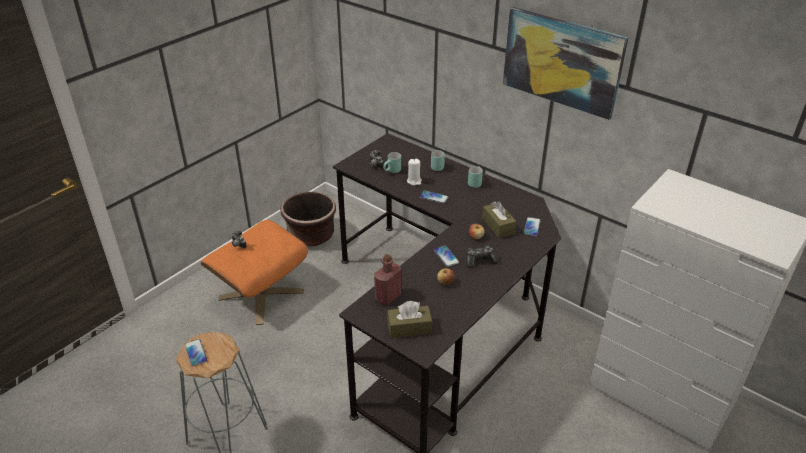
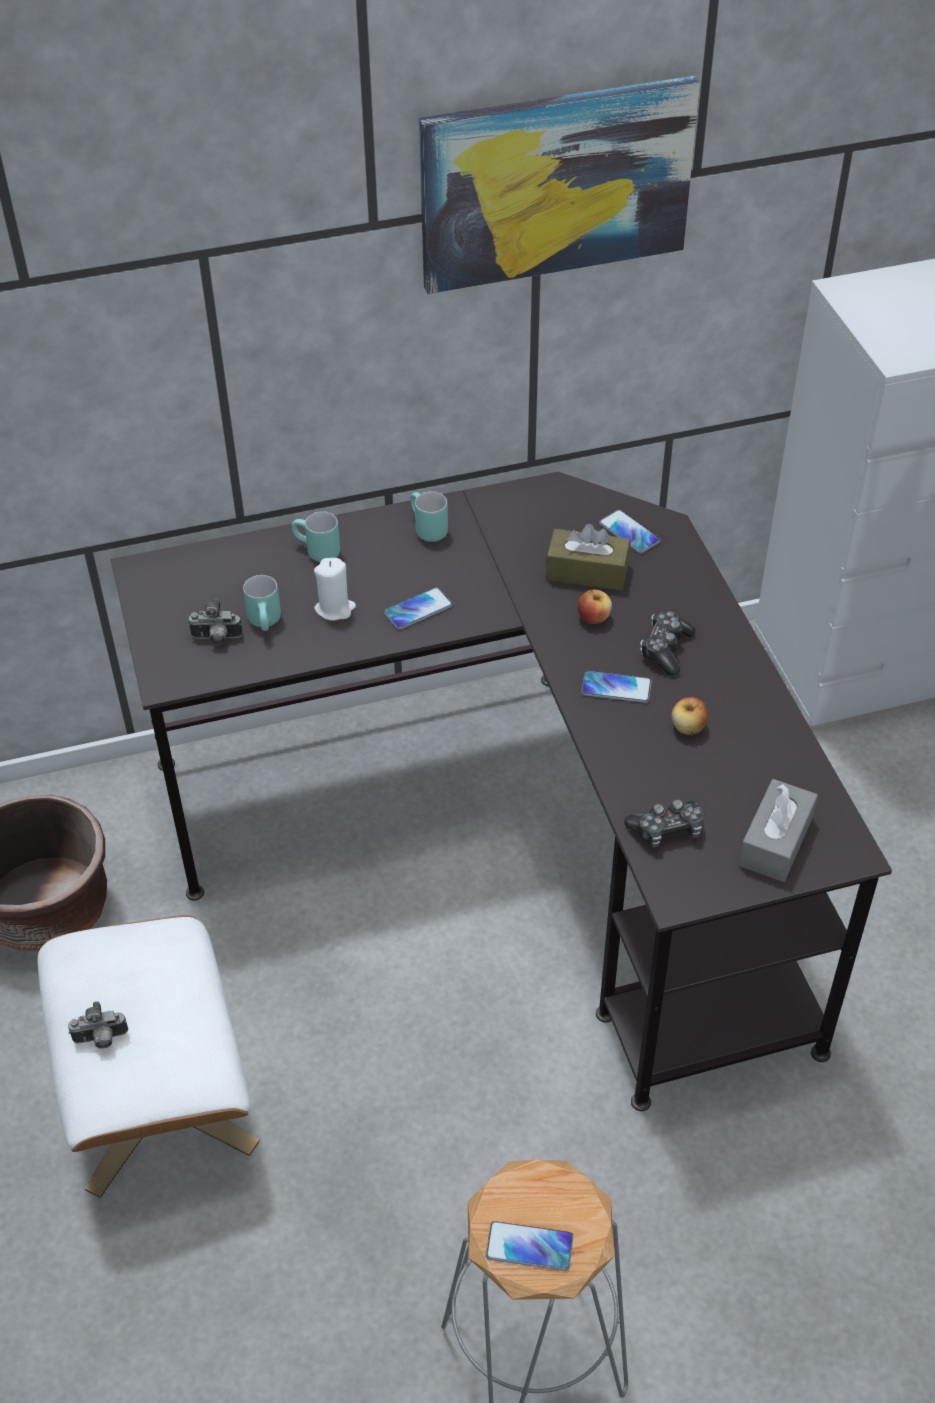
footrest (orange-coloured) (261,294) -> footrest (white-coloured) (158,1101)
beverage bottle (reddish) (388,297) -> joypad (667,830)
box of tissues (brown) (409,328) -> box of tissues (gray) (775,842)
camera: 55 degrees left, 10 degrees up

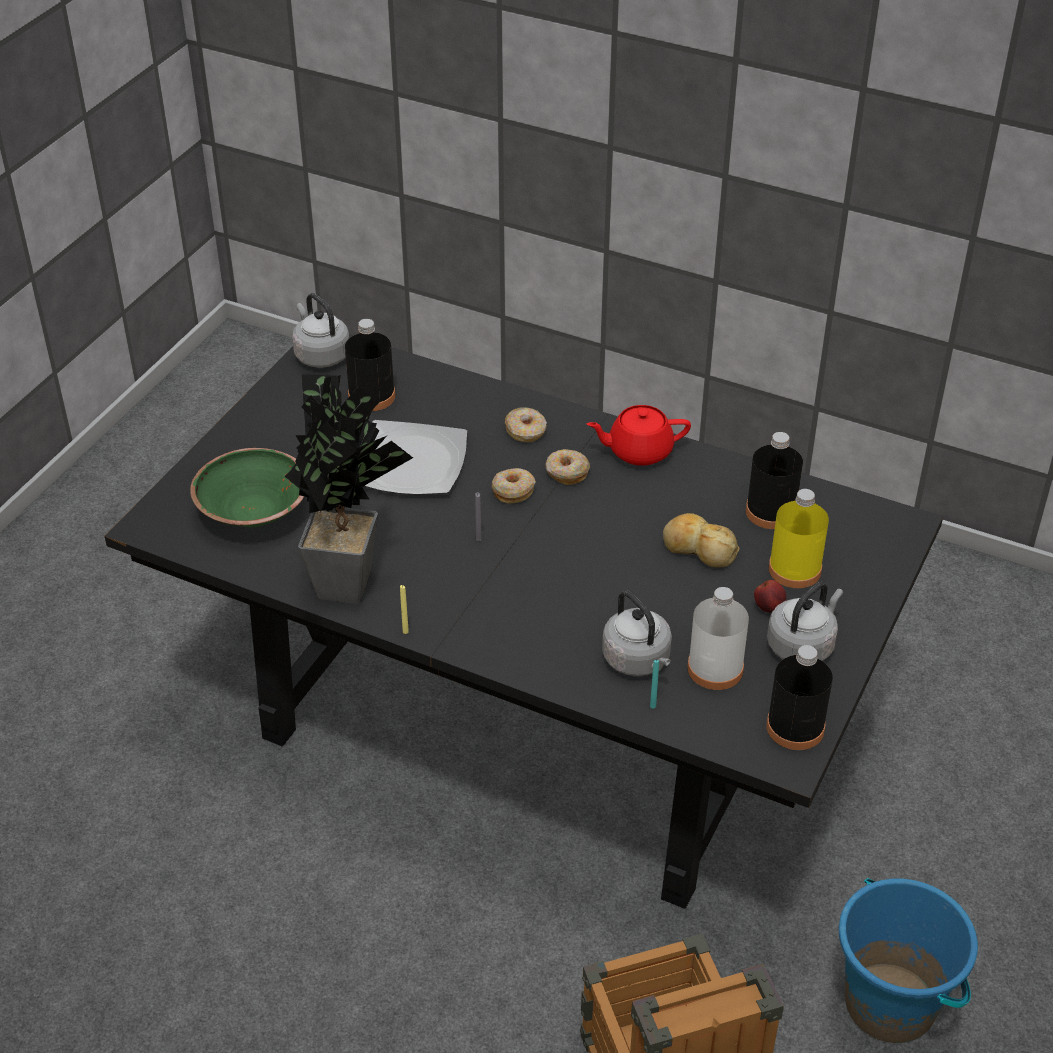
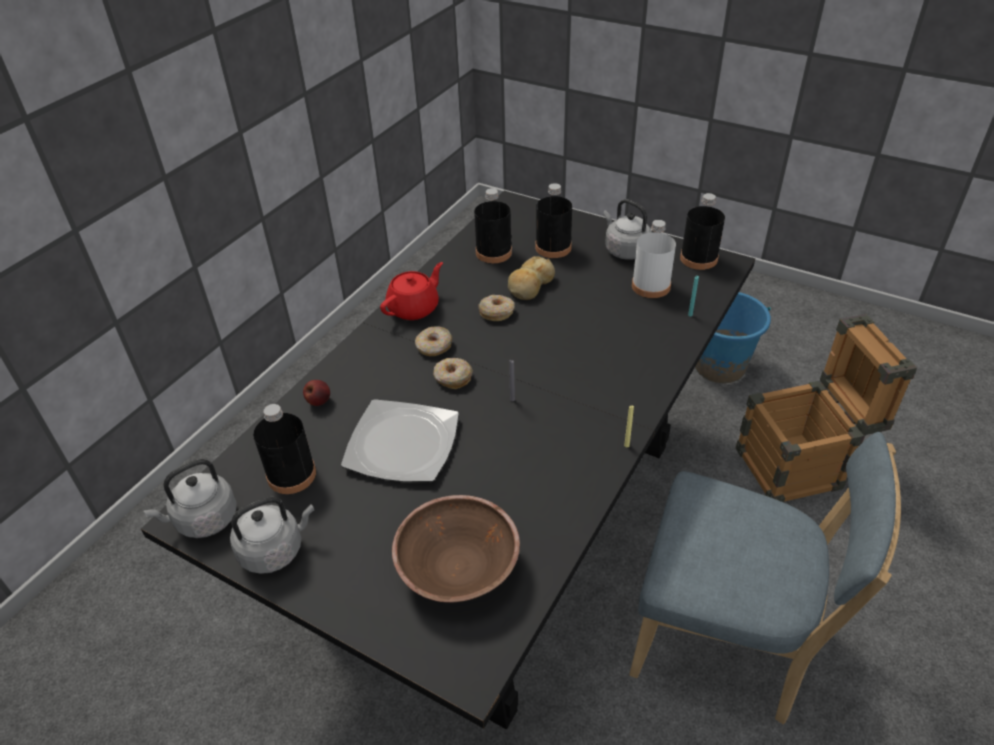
deep dish (green) (253,512) -> deep dish (brown) (458,567)
potted plant (351,578) -> none
ring doughnut (526,431) -> ring doughnut (496,312), moved
teapot (reddish) (638,451) -> teapot (reddish) (414,308), 135 degrees counterclockwise
water kettle (gray) (638,661) -> water kettle (gray) (275,550), moved
apple fruit (769,607) -> apple fruit (318,401), moved
beverage bottle (yellow) (794,569) -> beverage bottle (black) (553,247)
none -> upright chair (blue) (728,641)
camera: 85 degrees left, 0 degrees up

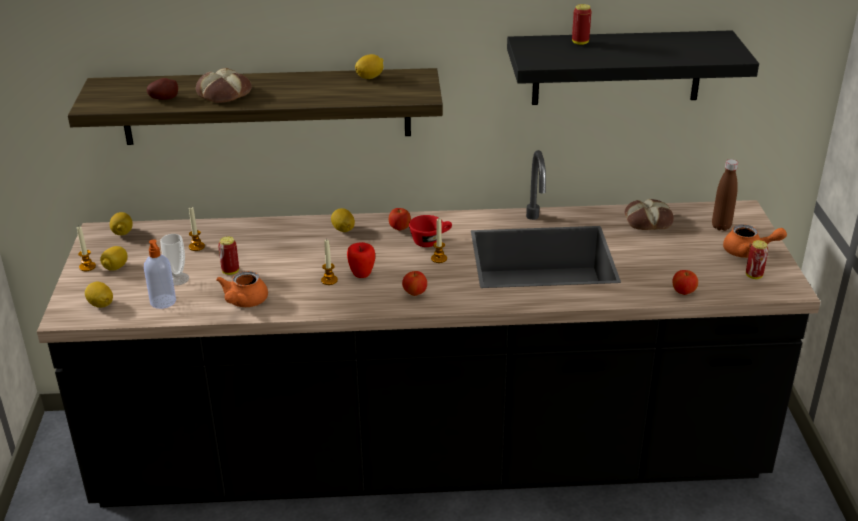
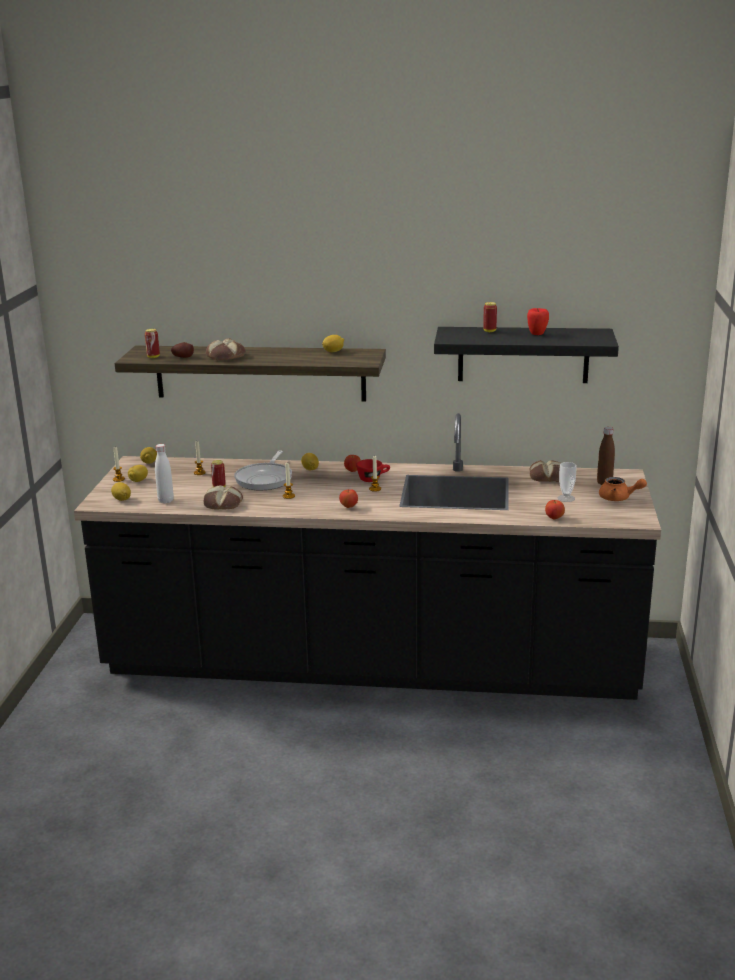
liquid soap bottle (163,302) -> beverage bottle (white-coloured) (165,501)
drinking cup (177,279) -> drinking cup (566,498), moved
teapot (orange-coloured) (244,302) -> baked bread (222,504)
apple fruit (362,274) -> apple fruit (537,334), moved
metal can (753,276) -> metal can (153,357), moved
none -> pan (265,479)
camera: 10 degrees right, 10 degrees down

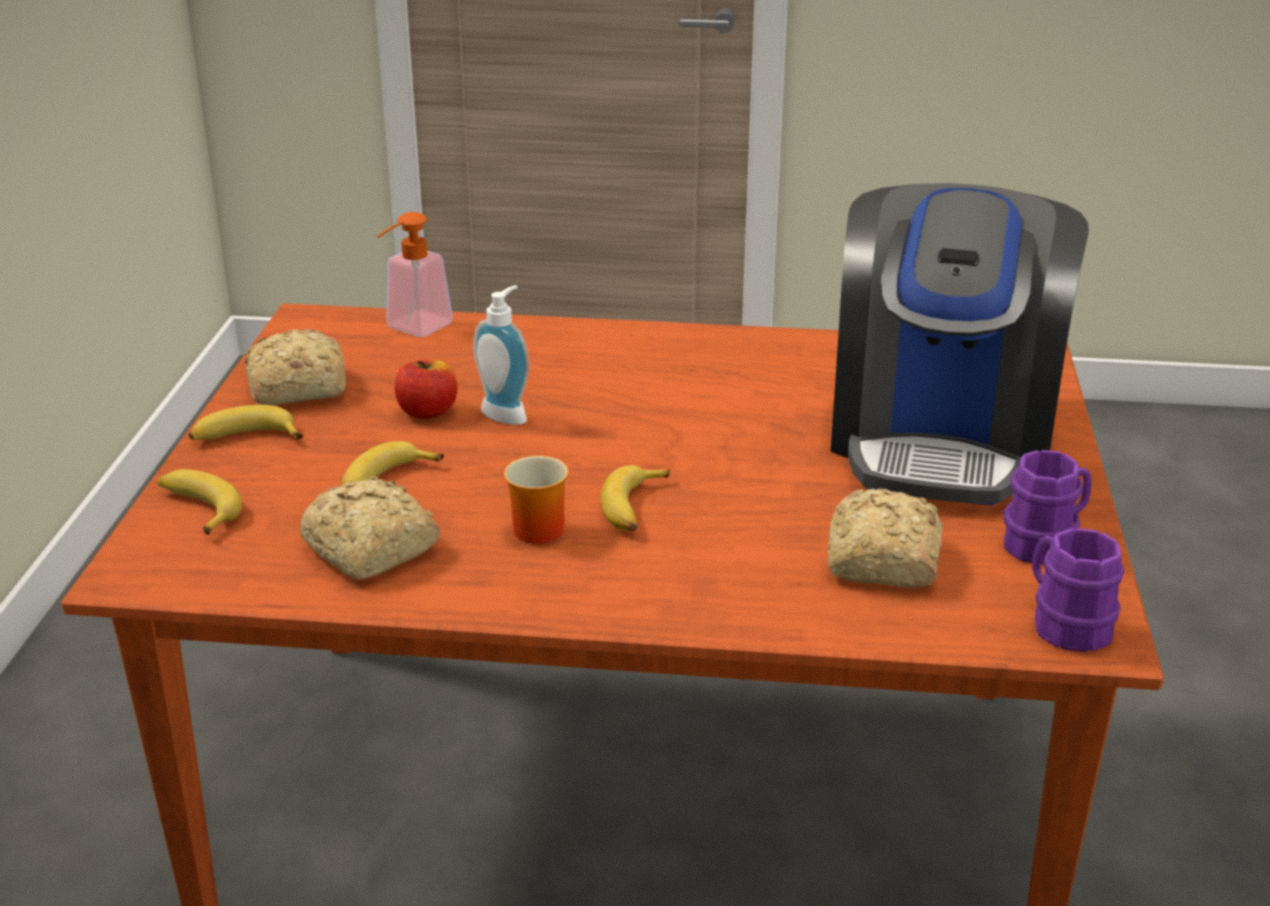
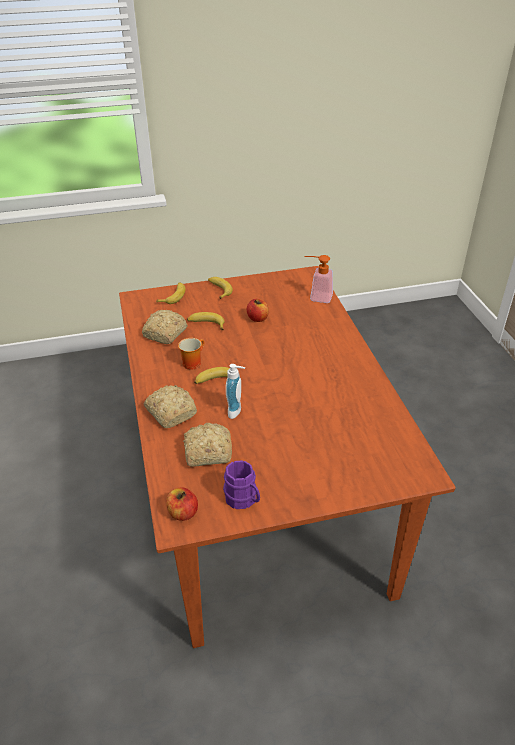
baked bread (294,388) -> baked bread (171,412), moved
liquid soap bottle (508,413) -> liquid soap bottle (237,411), moved
coffee maker (942,437) -> none
coffee mug (purple-coloured) (1064,623) -> apple fruit (183,513)
camera: 70 degrees right, 10 degrees up

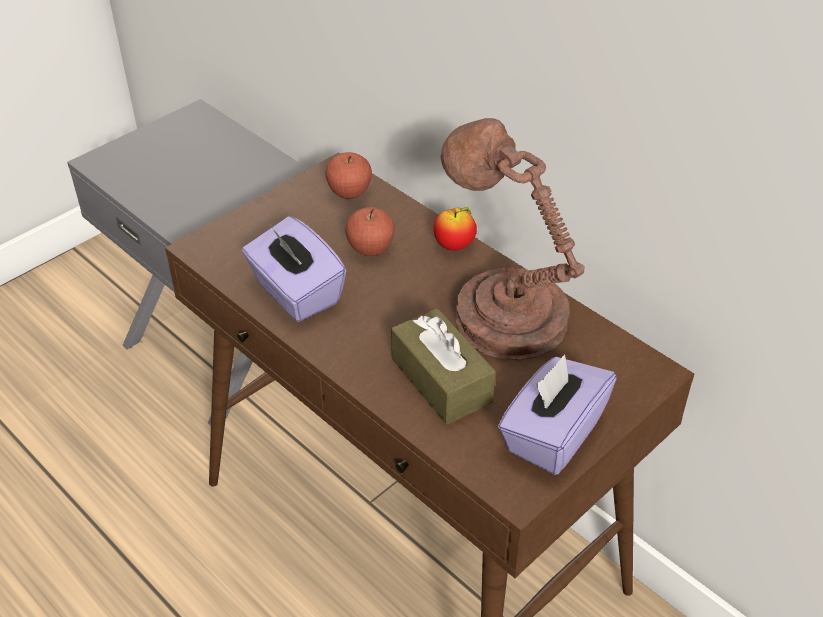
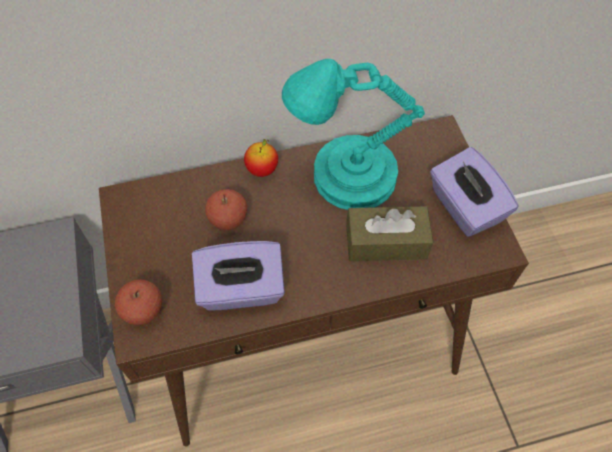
apple fruit (349,192) -> apple fruit (144,311), moved
table lamp (brown) (503,314) -> table lamp (turquoise-coloured) (347,178)
camera: 60 degrees left, 15 degrees up

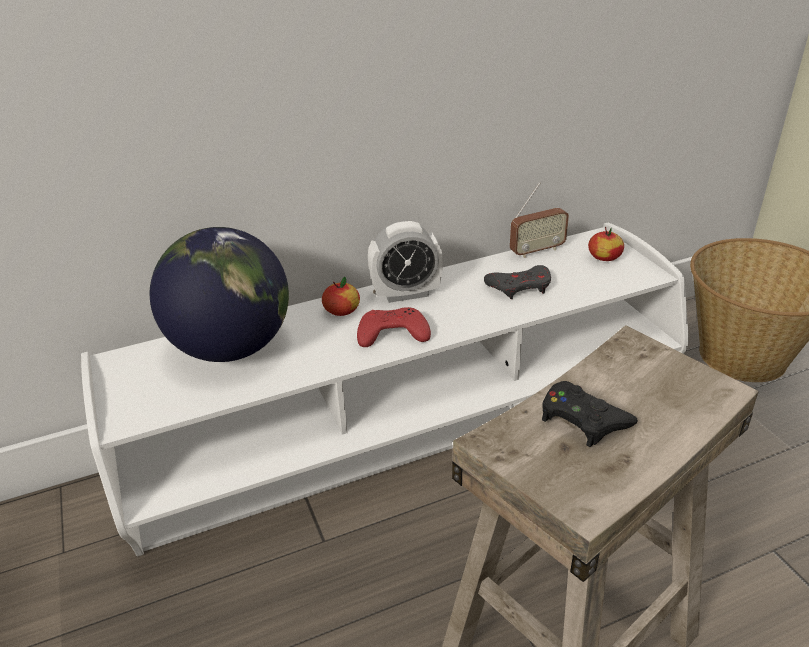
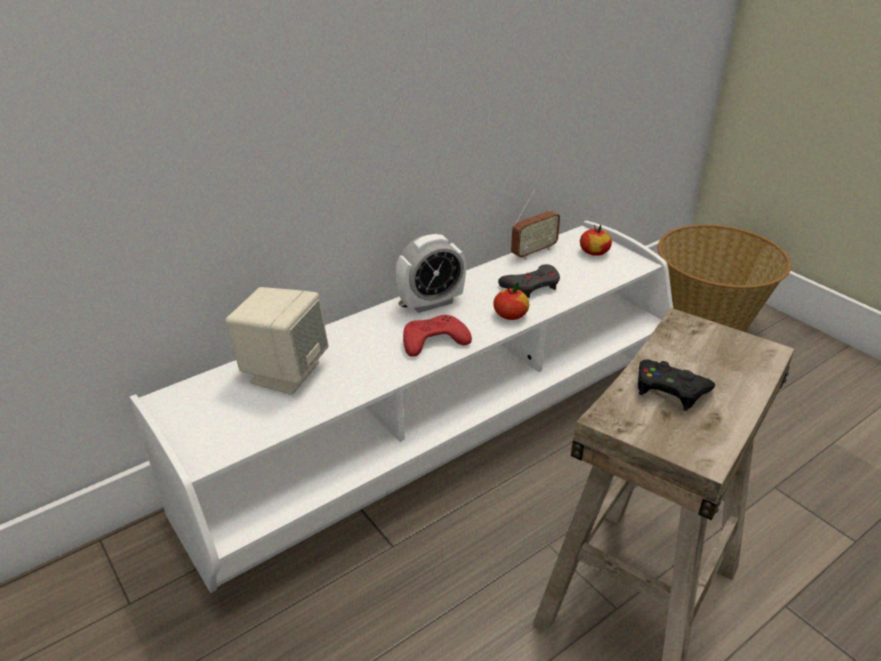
globe (232,347) -> loudspeaker (beige) (284,372)
apple fruit (342,310) -> apple fruit (510,315), moved
camera: 15 degrees left, 0 degrees up

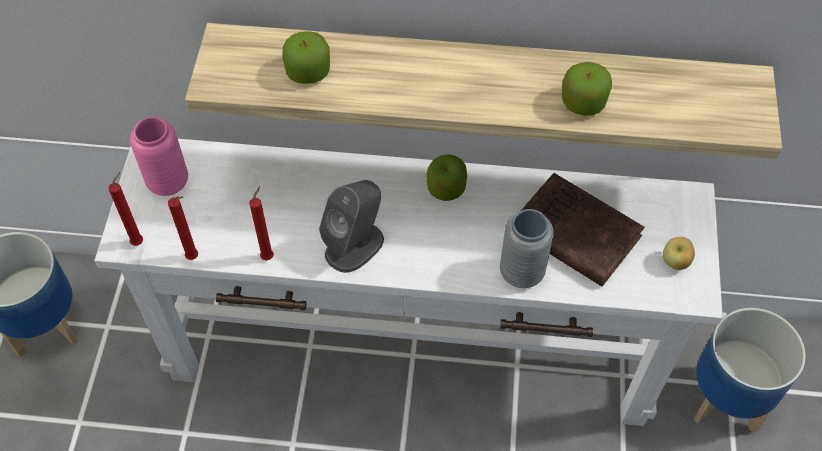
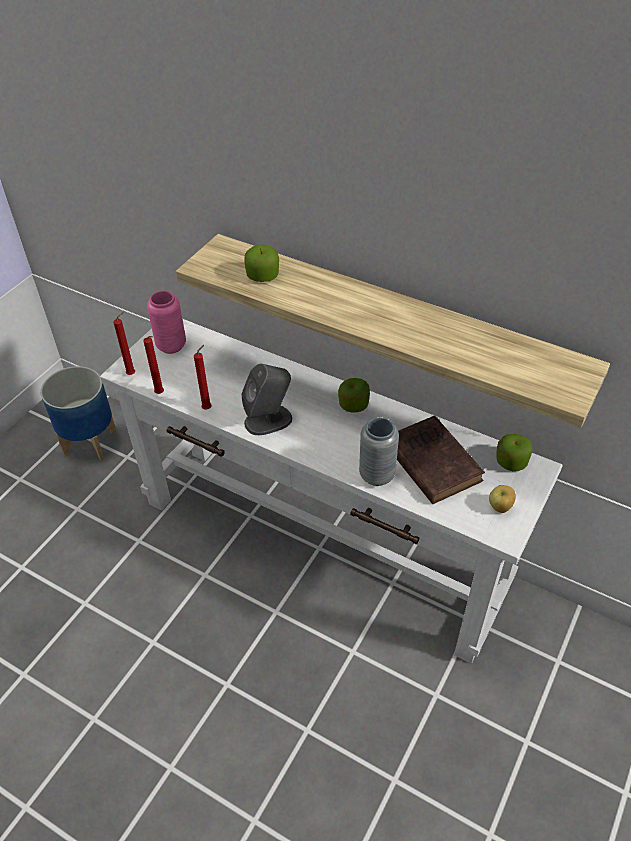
apple fruit (583,102) -> apple fruit (511,462), moved
planter (724,399) -> none
camera: 25 degrees right, 10 degrees down

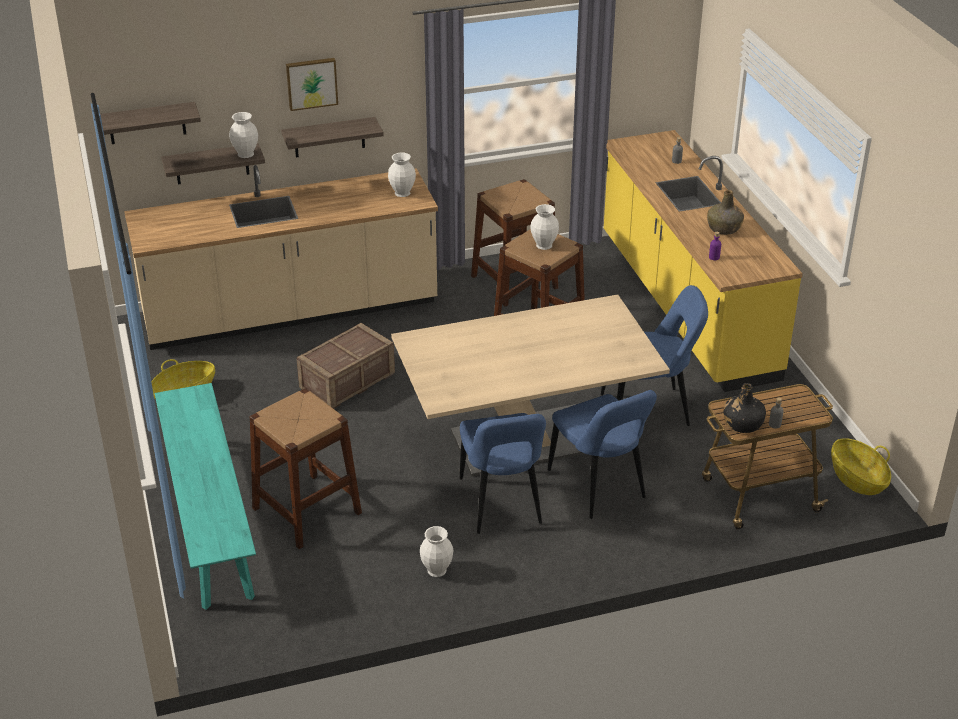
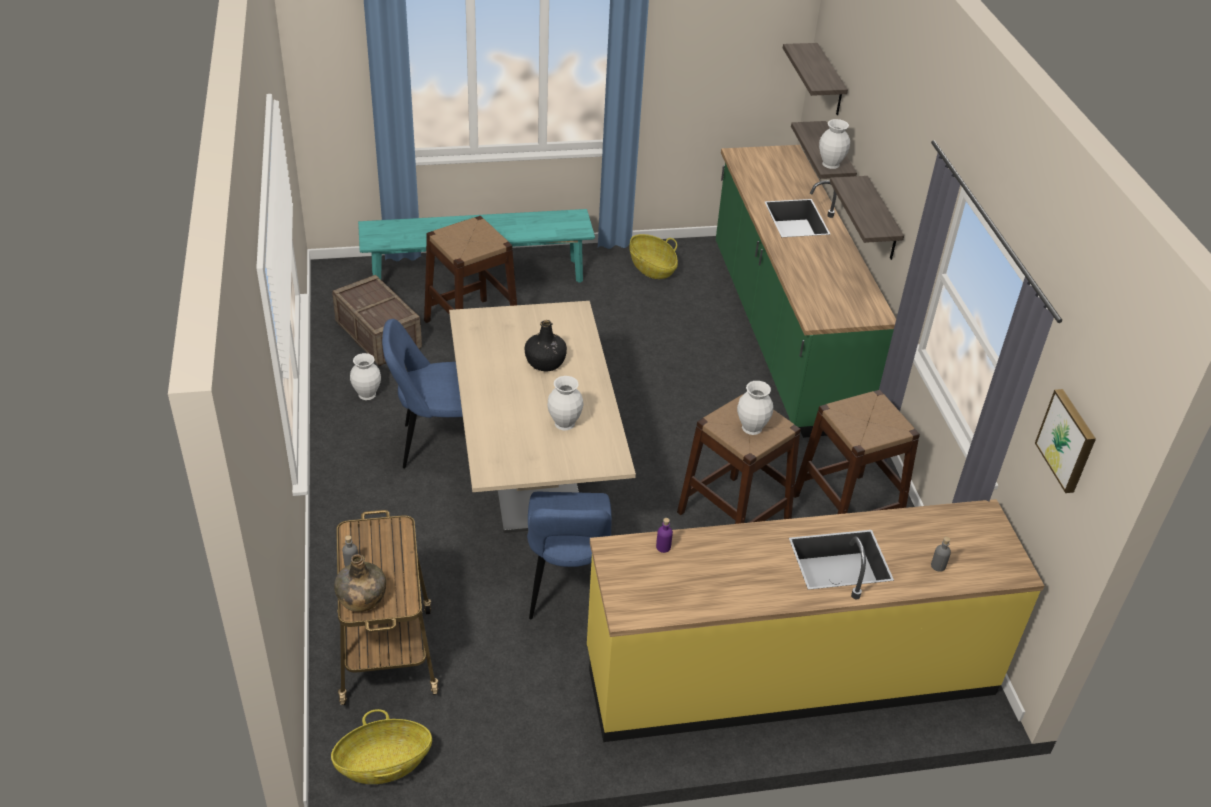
counter (beige) (291,313) -> counter (green) (783,334)
wall picture (311,83) -> wall picture (1068,440), moved
packing crate (347,381) -> packing crate (379,336), moved
decorative vase (white-coloured) (402,192) -> decorative vase (white-coloured) (565,423), moved
upright chair (blue) (599,487) -> none
beverage bottle (green) (724,228) -> beverage bottle (green) (361,597), moved
beverage bottle (black) (742,424) -> beverage bottle (black) (545,362), moved
camera: 95 degrees right, 5 degrees up

